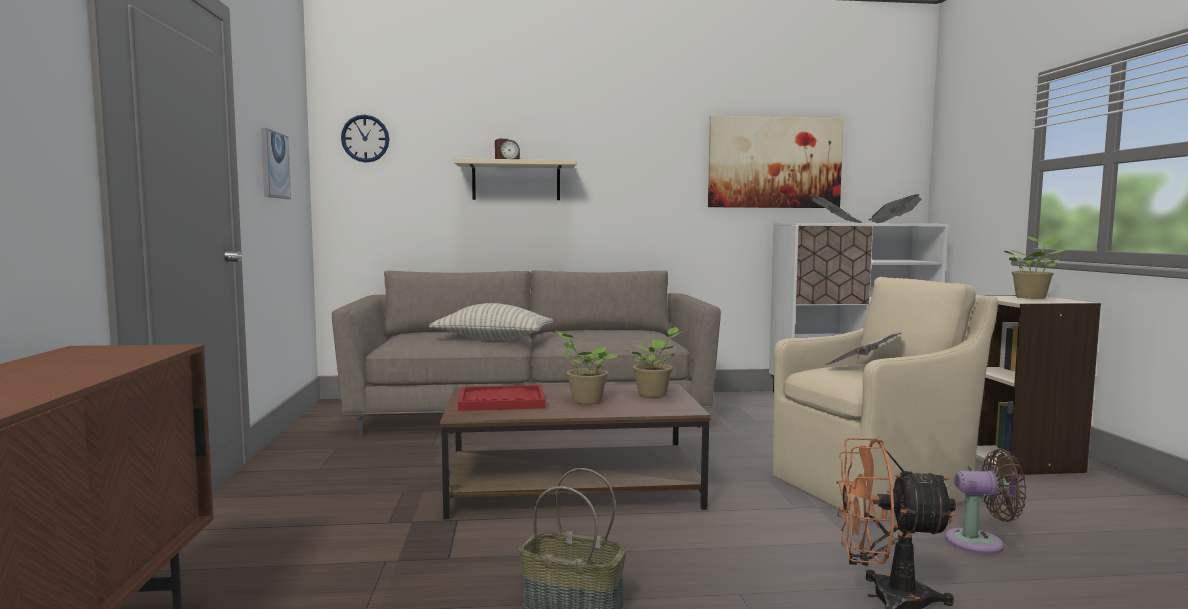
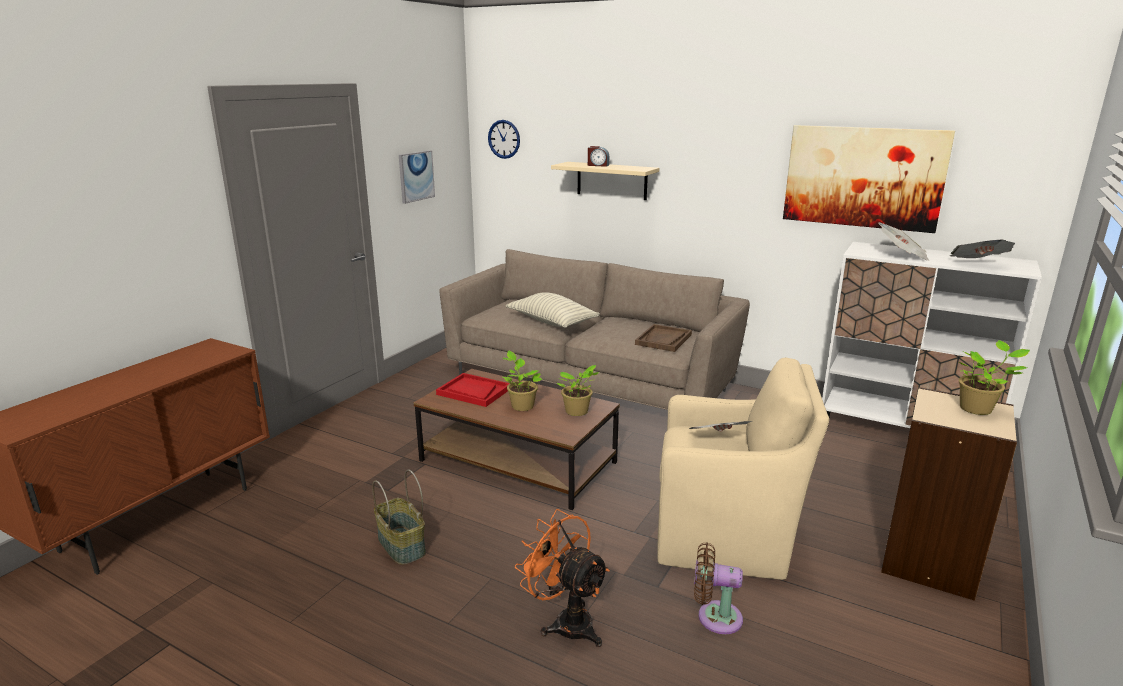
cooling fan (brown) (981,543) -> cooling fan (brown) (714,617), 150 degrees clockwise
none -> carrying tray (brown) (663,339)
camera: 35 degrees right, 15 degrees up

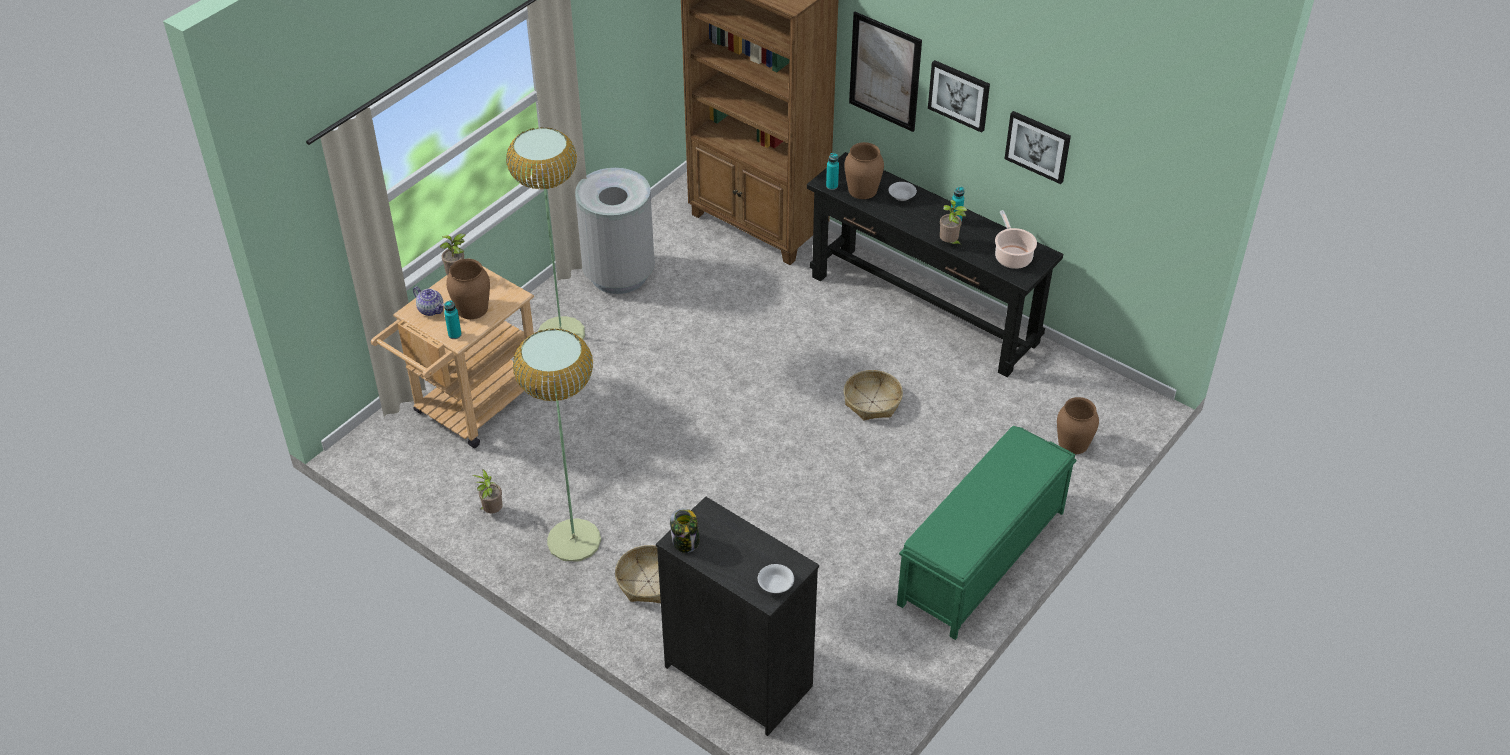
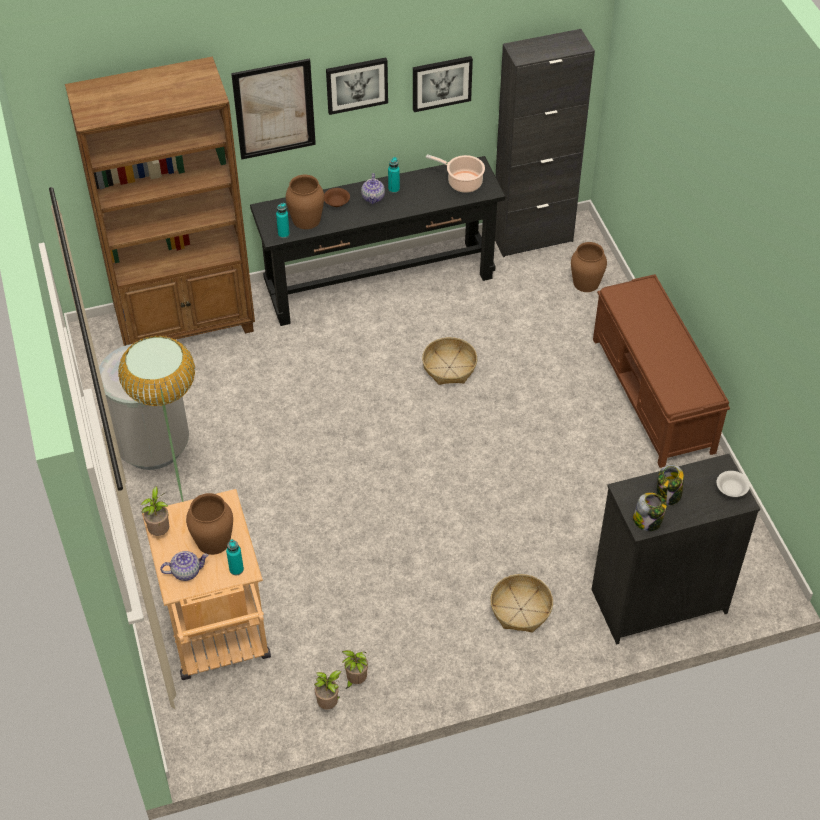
standard lamp (574,540) -> none
deep dish (white-coloured) (901,196) -> deep dish (brown) (337,202)
bench (green) (981,558) -> bench (brown) (653,395)
potted plant (949,243) -> potted plant (329,704), moved
none -> teapot (373,198)
none -> cupboard (black) (532,238)
none -> preserve jar (668,495)
camera: 55 degrees left, 5 degrees up

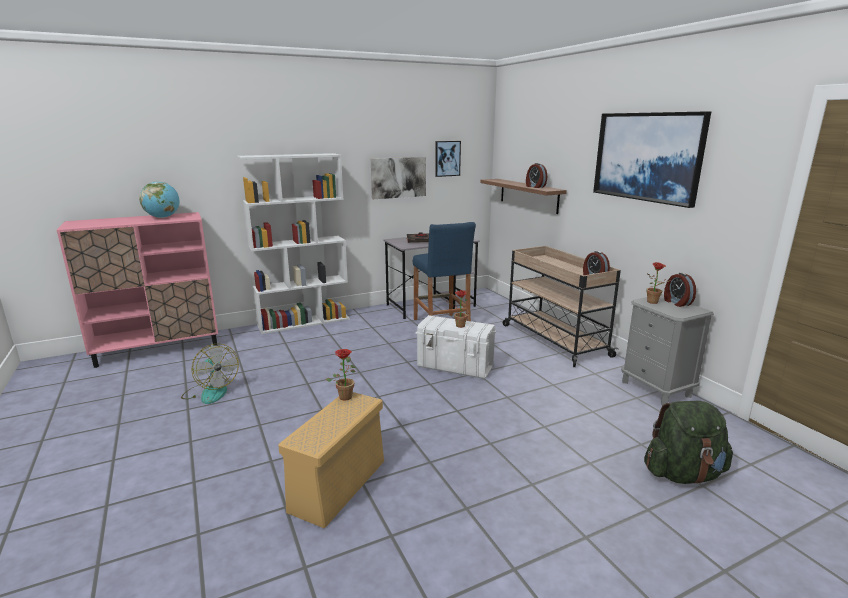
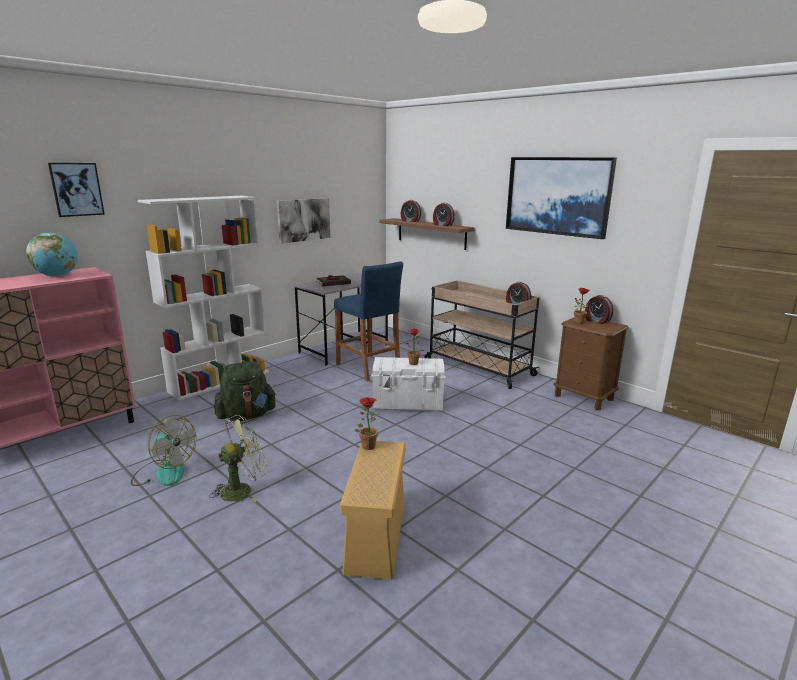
wall picture (447,158) -> wall picture (76,189), moved
night table (gray) (656,389) -> night table (brown) (584,397)
knapsack (green) (683,474) -> knapsack (green) (246,416), moved
none -> cooling fan (green) (242,489)
none -> bedside clock (410,221)
camera: 20 degrees left, 0 degrees up

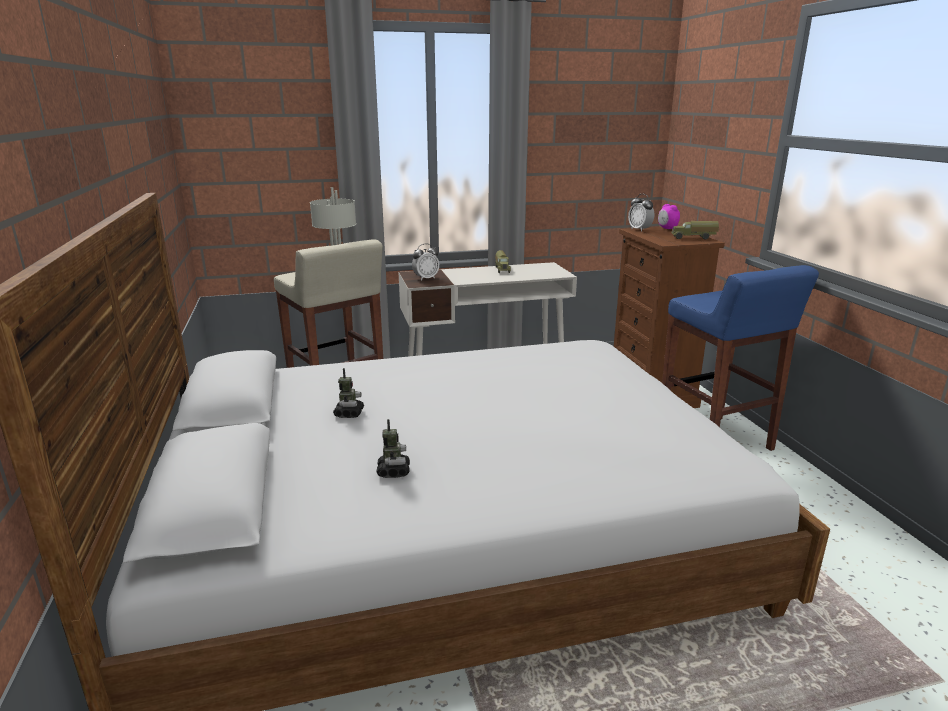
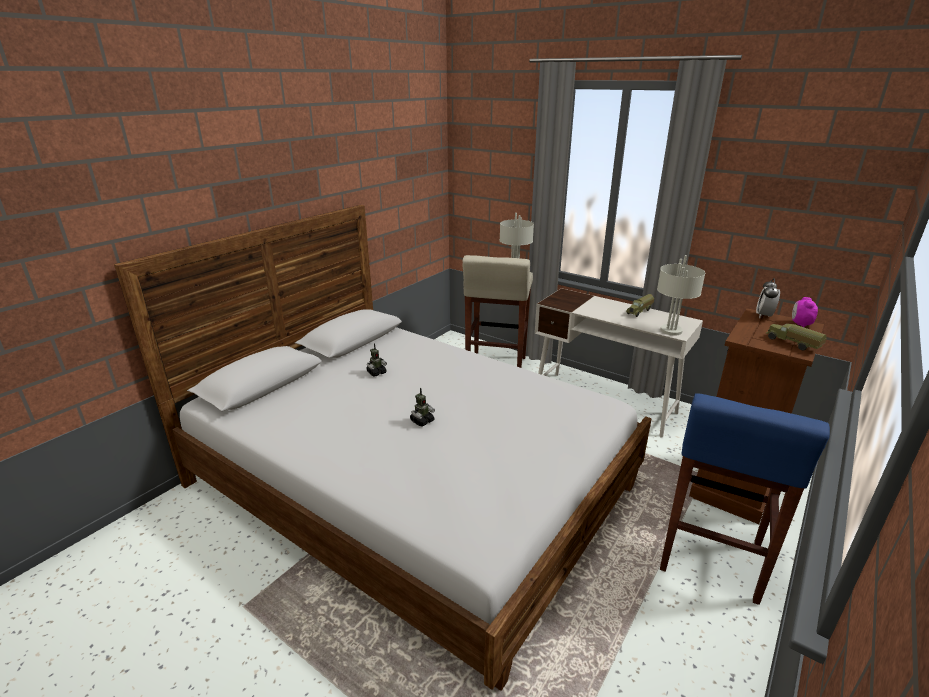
toy robot (393,471) -> toy robot (422,421), moved
bedside clock (426,278) -> none
none -> table lamp (gray) (671,331)
camera: 50 degrees right, 5 degrees up

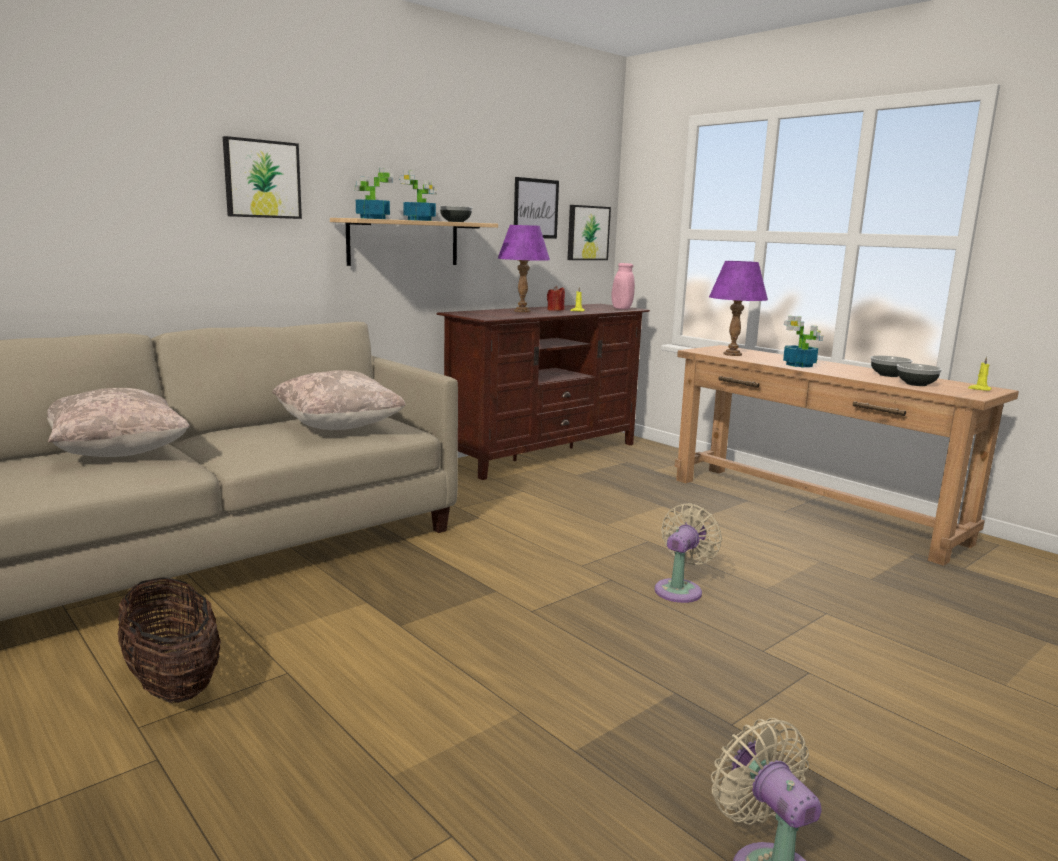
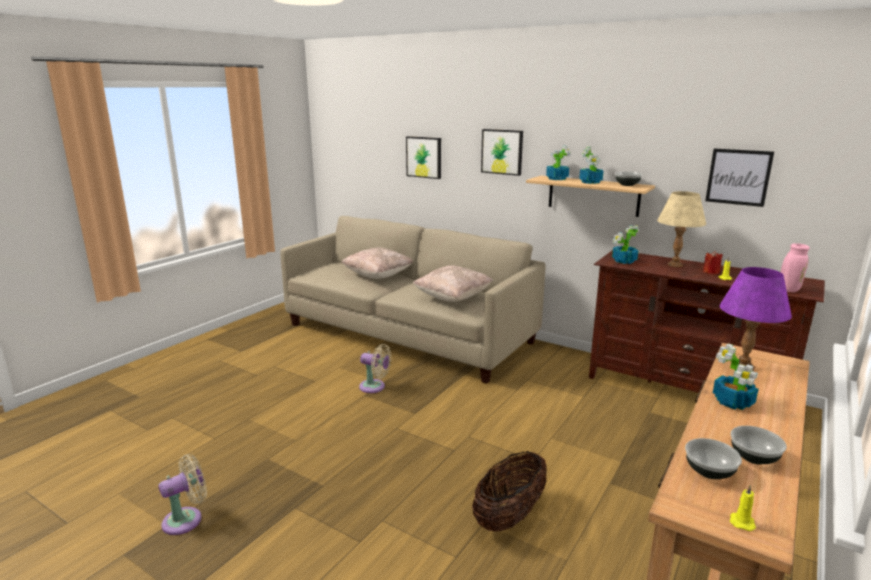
basket (173,683) -> basket (509,516), moved
table lamp (purple-coloured) (522,311) -> table lamp (beige) (675,265)
wall picture (587,233) -> wall picture (424,157), moved
cooling fan (beige) (680,589) -> cooling fan (beige) (374,387), moved
none -> potted plant (623,261)
camera: 75 degrees right, 5 degrees up

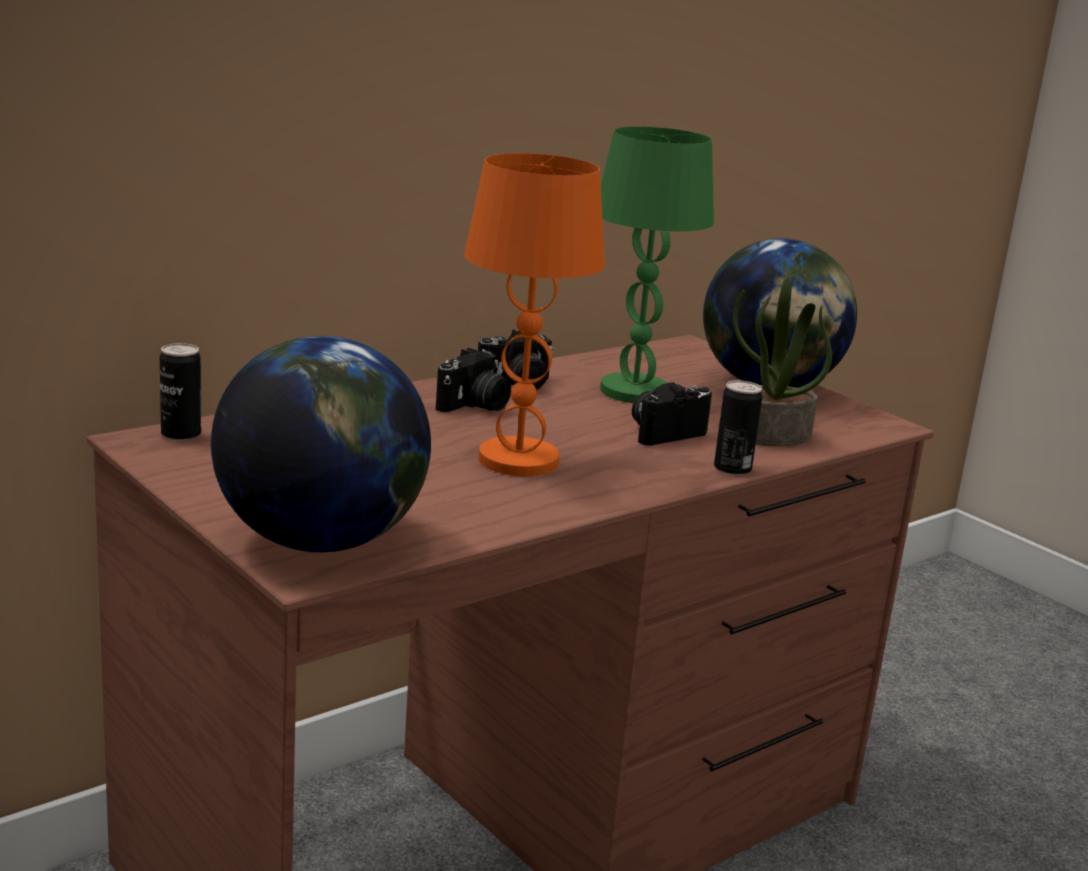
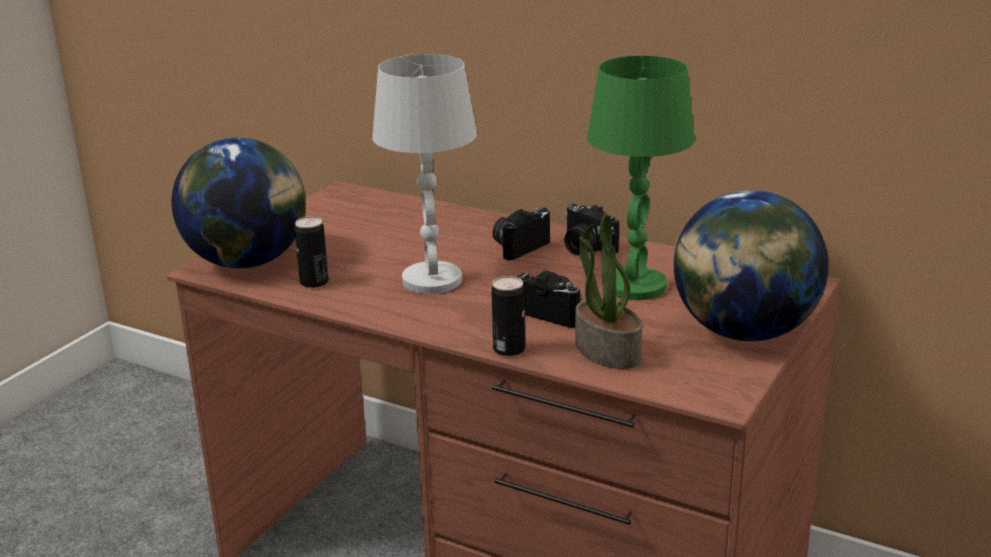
metal can (181,434) -> metal can (314,282), moved
photo camera (475,406) -> photo camera (519,247), 120 degrees clockwise
table lamp (orange-coloured) (519,460) -> table lamp (white-coloured) (432,280)
camera: 70 degrees right, 5 degrees up

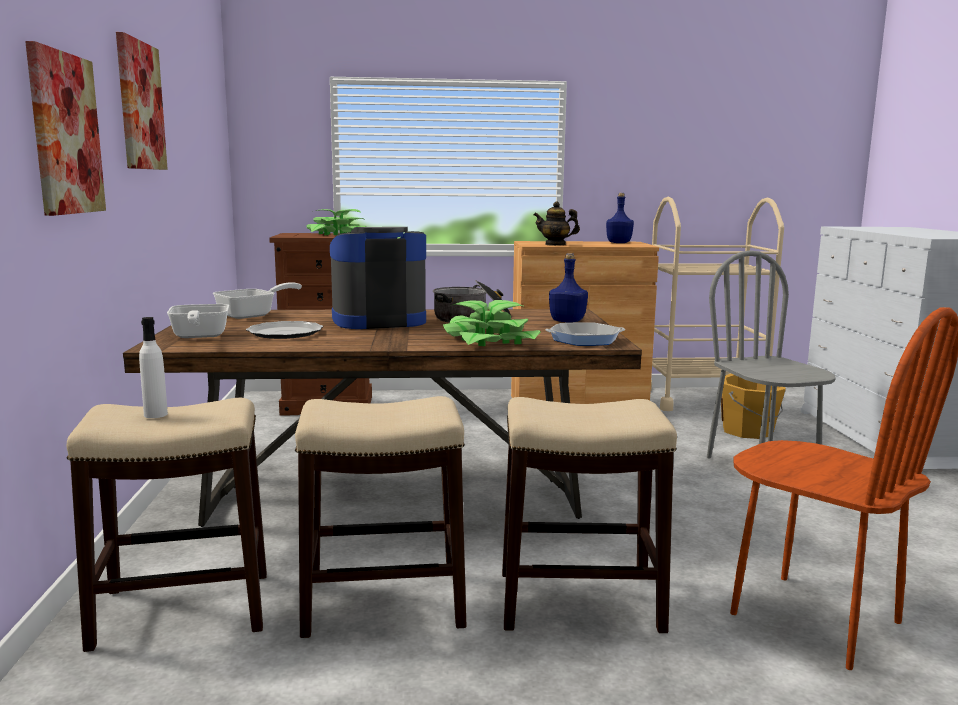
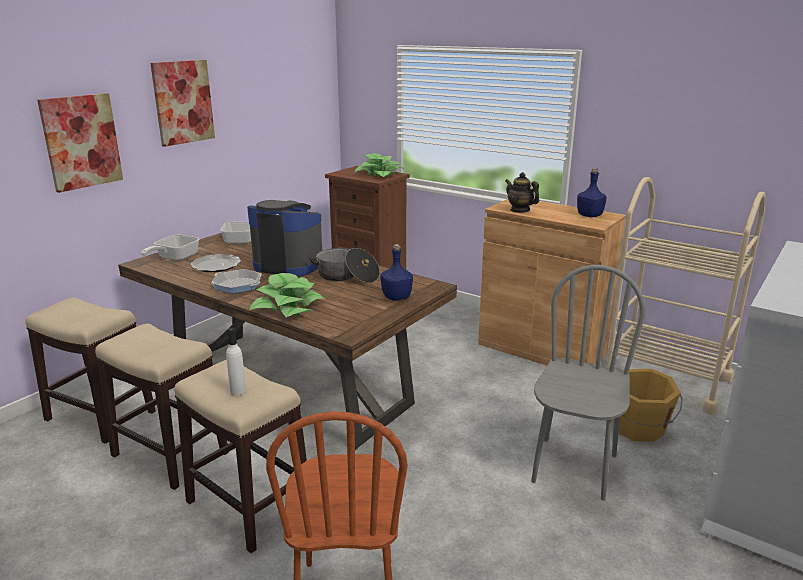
beverage bottle (white-coloured) (155,415) -> beverage bottle (white-coloured) (238,391), moved
pan (585,340) -> pan (237,285), moved
camera: 40 degrees right, 10 degrees up

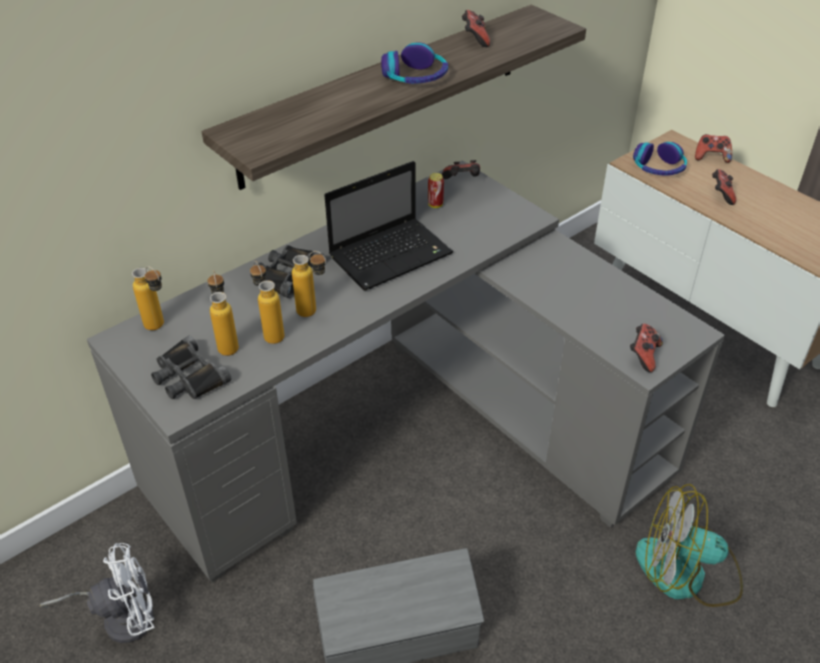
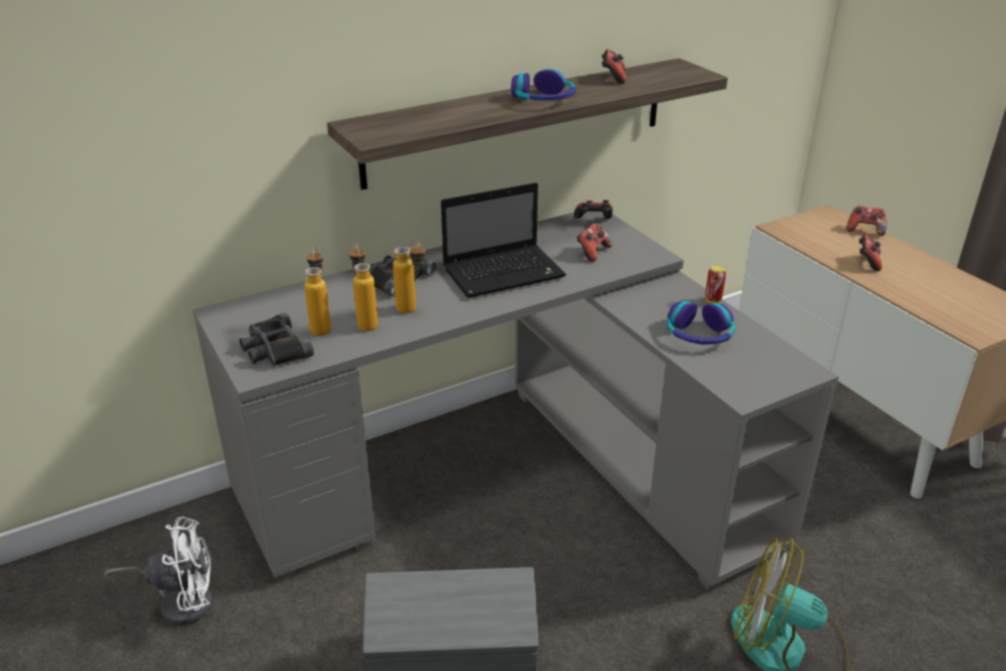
beverage bottle (160,327) -> none
metal can (435,205) -> metal can (713,300), moved
joypad (643,356) -> joypad (592,252), moved
headset (658,168) -> headset (699,335), moved
camera: 10 degrees right, 10 degrees down

